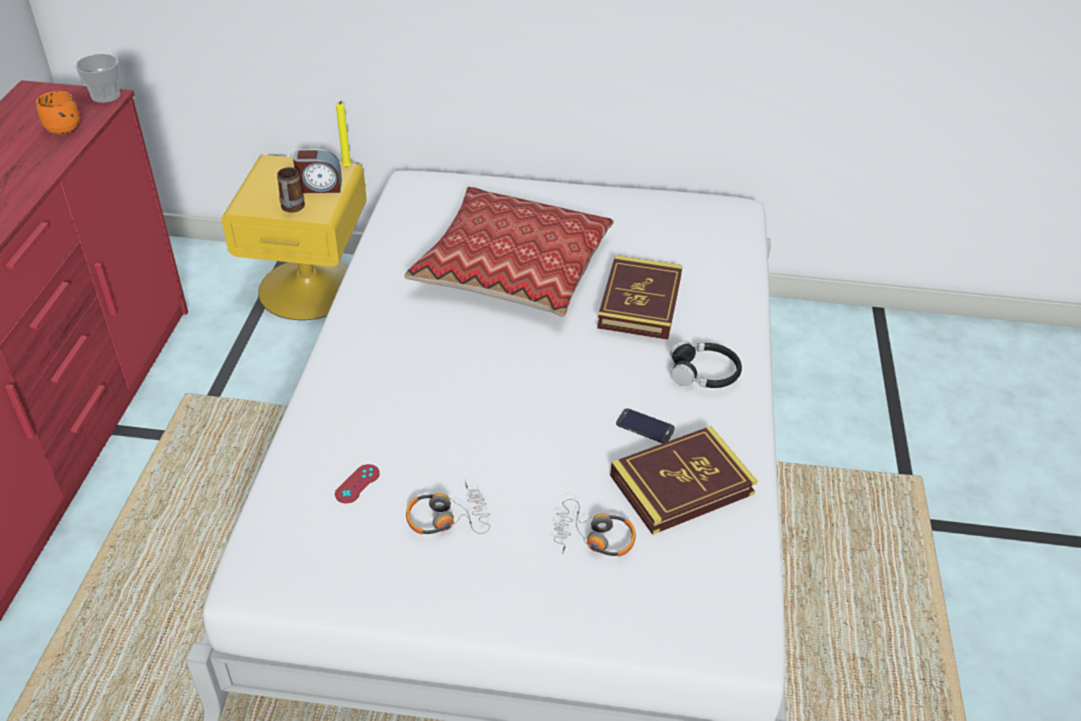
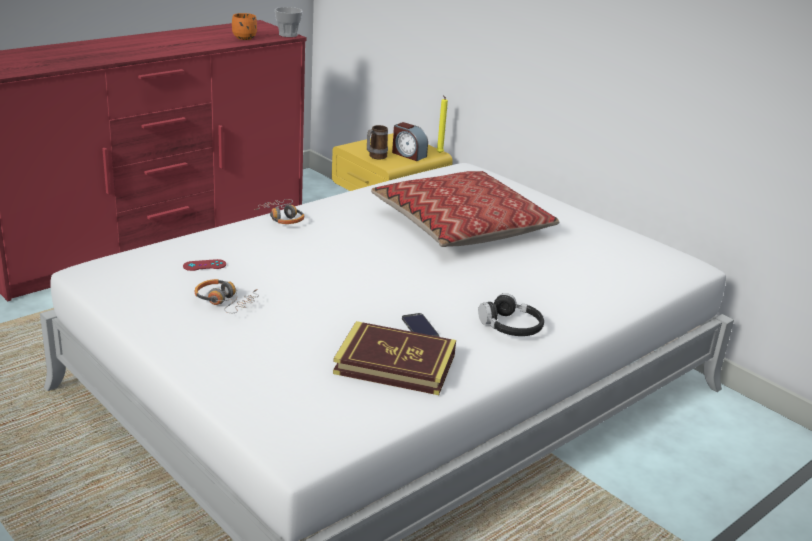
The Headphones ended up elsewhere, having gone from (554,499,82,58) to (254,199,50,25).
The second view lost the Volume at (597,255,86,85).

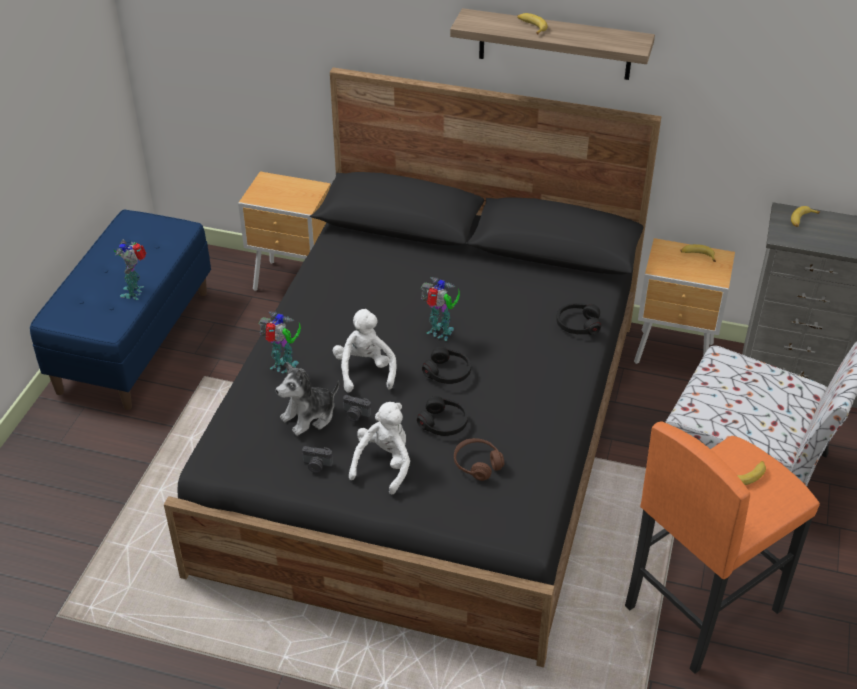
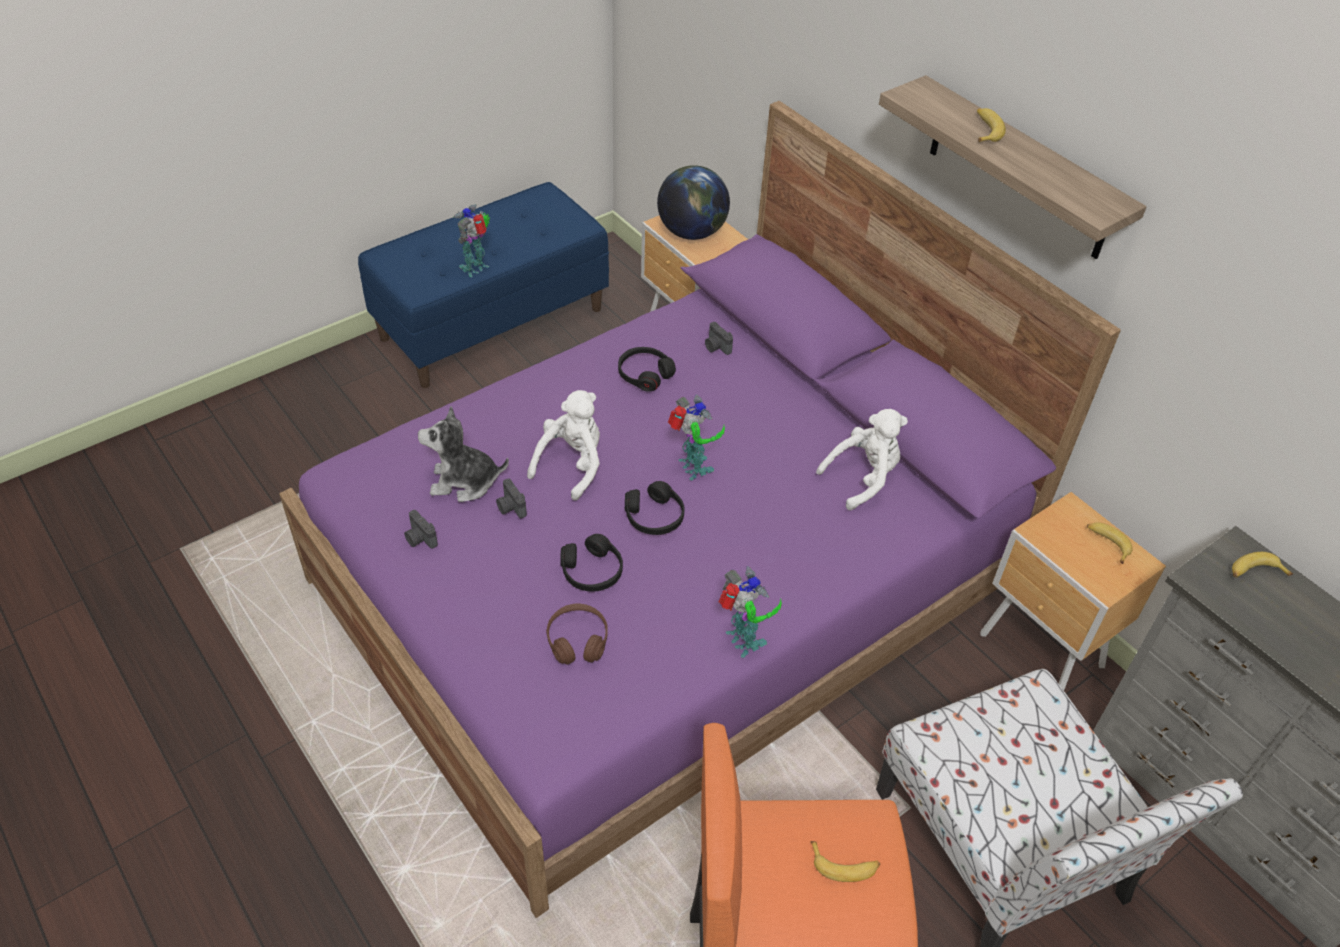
What was the BlackSleepingBed at (164,67,498,600) turned into the PurpleSleepingBed at (279,101,842,817).
The BlackHeadphones ended up elsewhere, having gone from (556,303,45,32) to (618,347,58,45).
The second view gained the WorldGlobe at (657,165,73,75).
The second view gained the StillCamera at (705,322,28,33).
The ToyRobot ended up elsewhere, having gone from (259,311,42,62) to (719,566,63,92).
The WhitishCuddlyToy ended up elsewhere, having gone from (349,402,61,92) to (816,409,92,101).

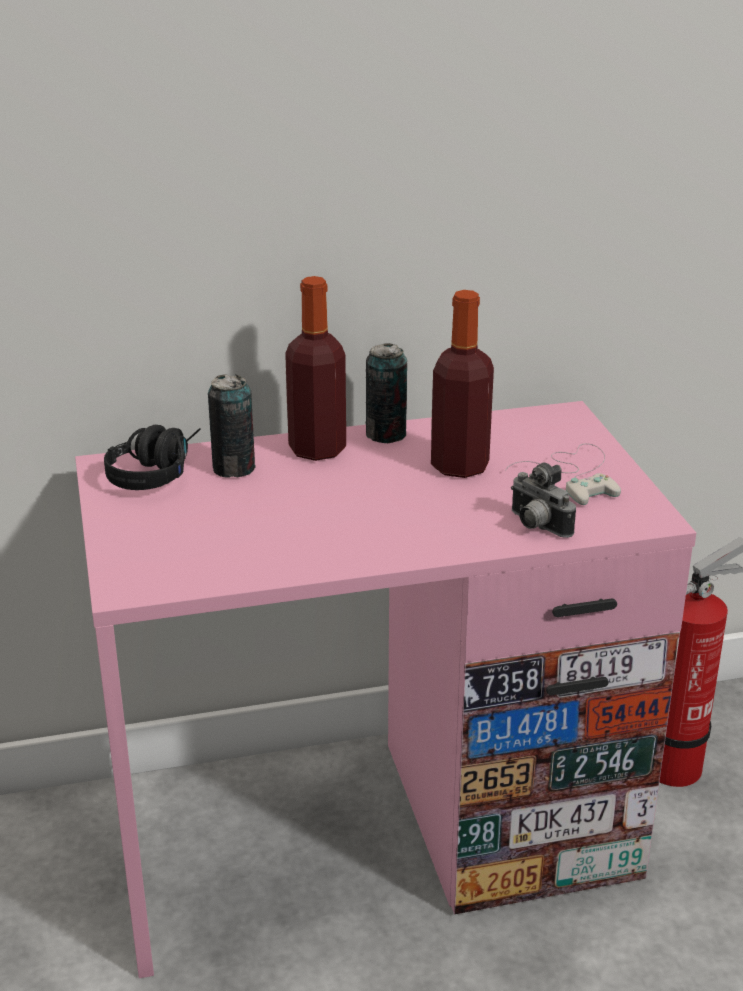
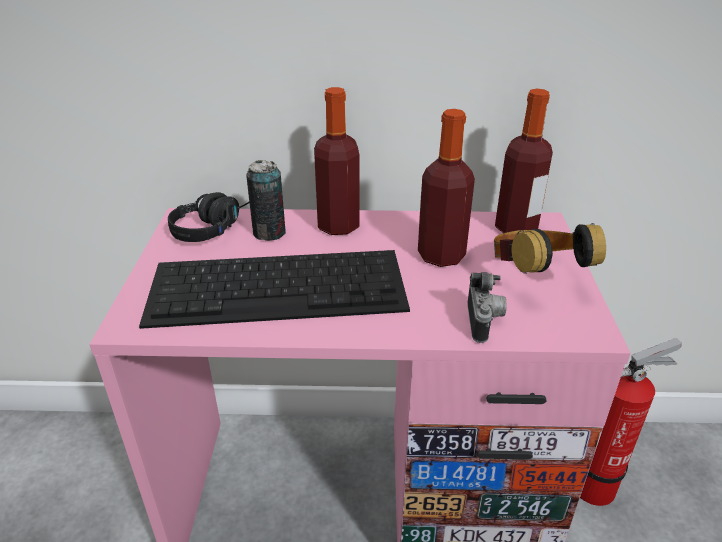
The second view gained the ComputerKeyboard at (139,250,271,79).
The StillCamera at (511,463,65,75) ended up facing another way, 150 degrees counterclockwise from before.
Where the WhitishJoypad stood at (505,443,116,62), the Headphones came to stand at (494,223,112,51).
The second view gained the Bottle at (495,89,58,144).
The second view lost the MetalCan at (366,343,41,100).

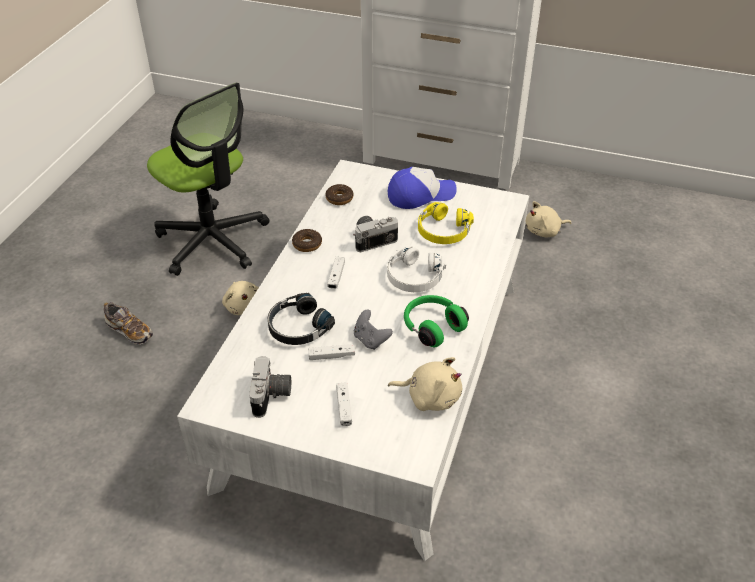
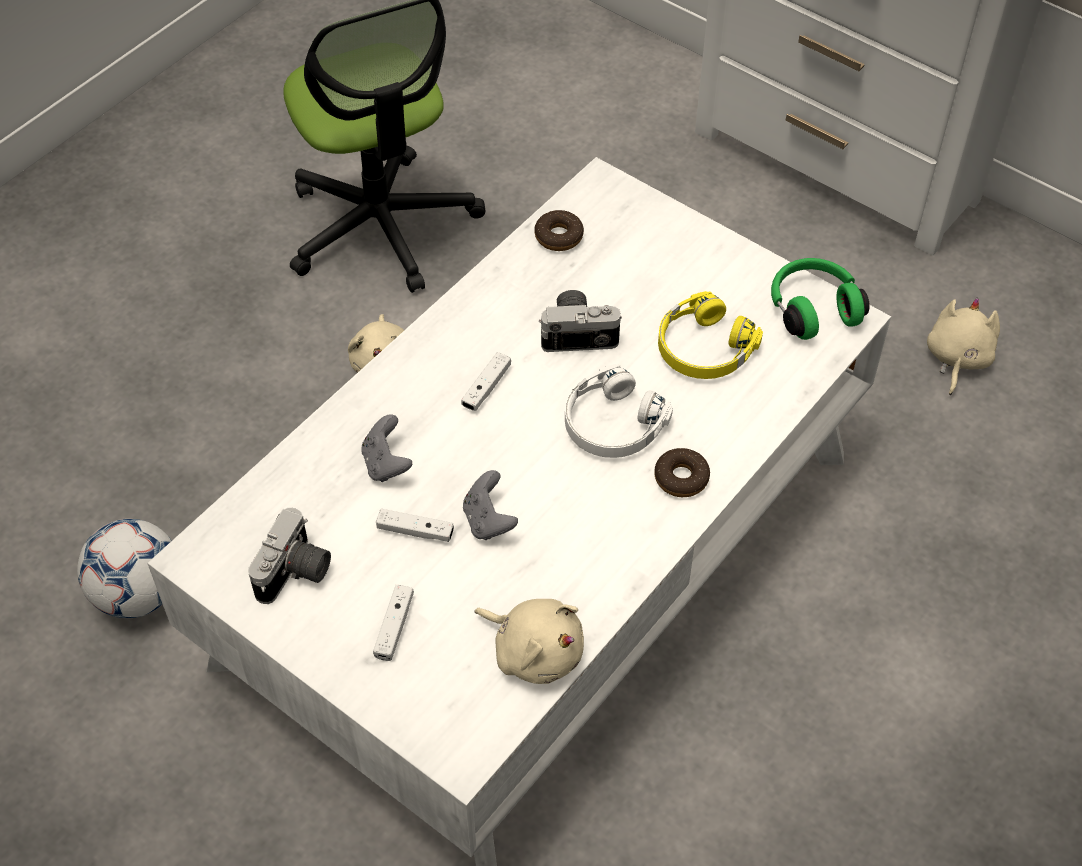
The second view gained the BallForFootball at (77,519,95,99).
Where the BlackHeadphones stood at (268,293,67,52), the GrayJoypad came to stand at (362,414,50,68).
The RingDoughnut ended up elsewhere, having gone from (292,229,30,23) to (654,448,56,49).
The GreenishHeadphones ended up elsewhere, having gone from (404,295,65,52) to (771,258,99,82).
The SandColouredCuddlyToy at (526,201,45,36) ended up facing another way, 105 degrees clockwise from before.
The second view lost the Shoe at (104,302,49,43).
The second view lost the BaseballCap at (388,167,69,42).

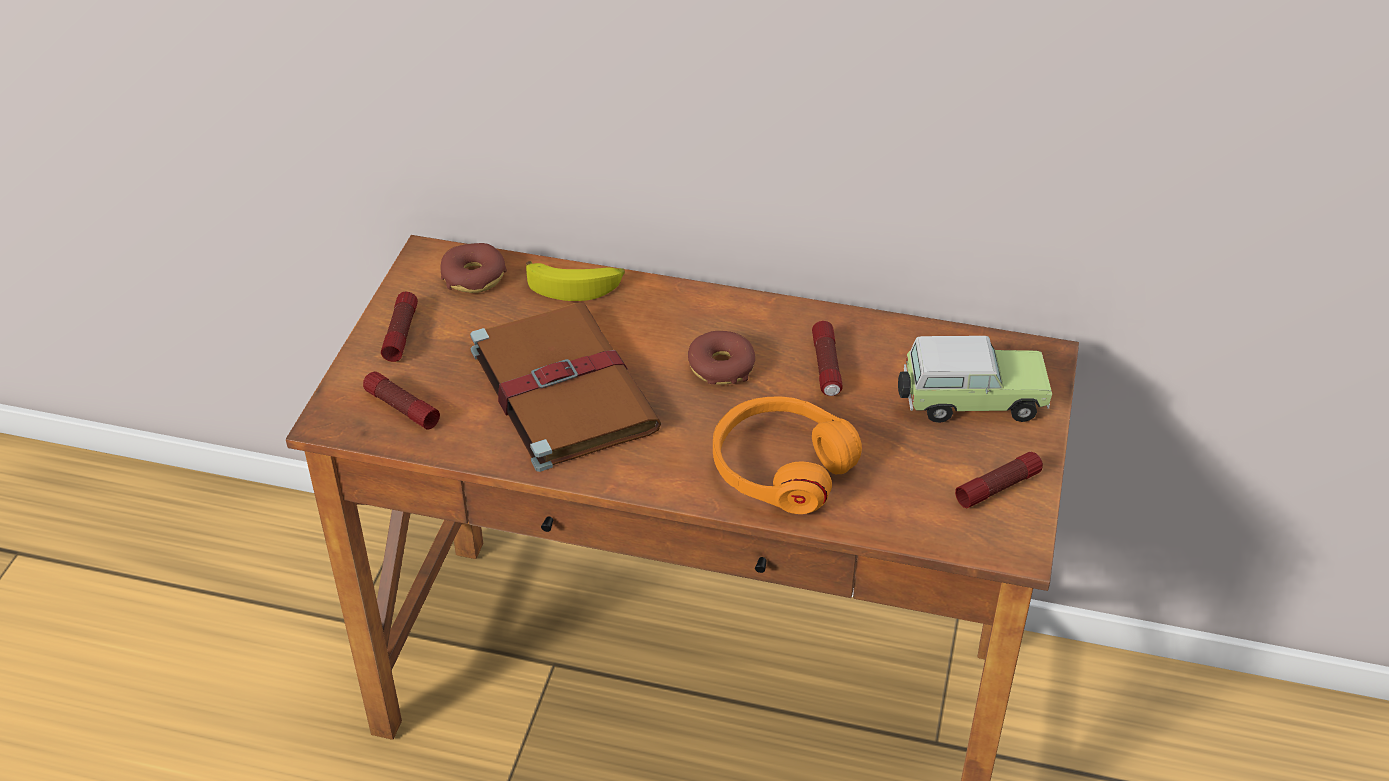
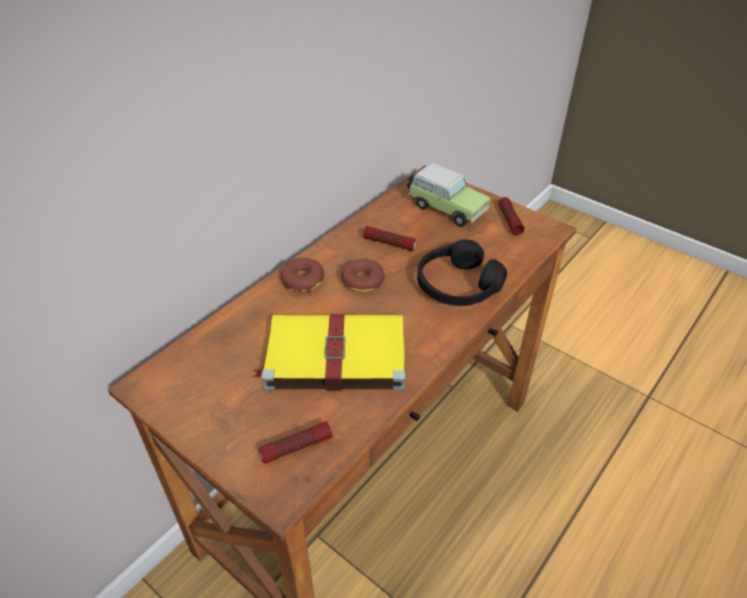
What was the BrownishVolume at (470,302,191,170) turned into the YellowishVolume at (253,314,153,77).
The RingDoughnut ended up elsewhere, having gone from (441,243,66,50) to (281,258,43,35).
The ModelCar at (898,336,154,87) ended up facing another way, 105 degrees clockwise from before.
What was the OrangeHeadphones at (713,397,149,117) turned into the BlackHeadphones at (417,239,90,67).
The second view lost the Flashlight at (381,292,37,70).
The second view lost the BananaFruit at (526,261,99,40).

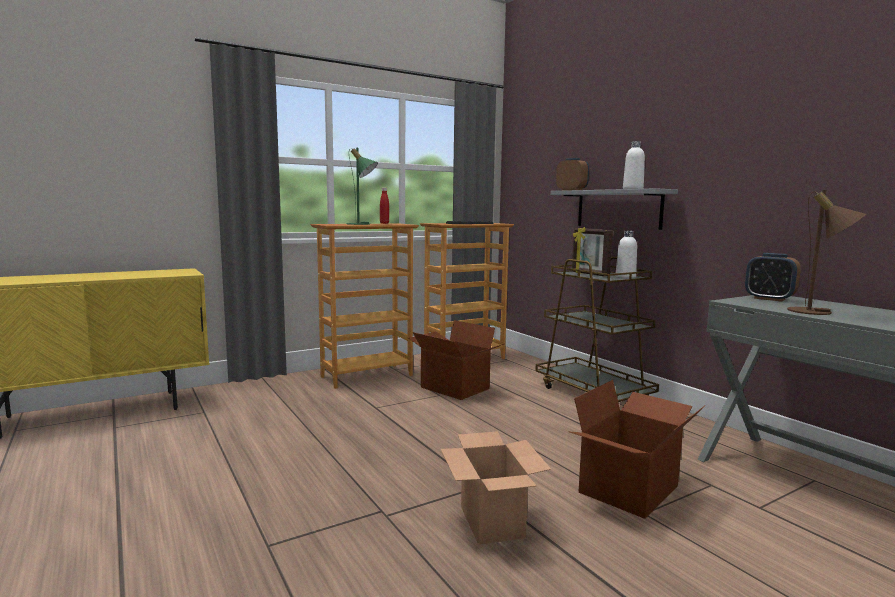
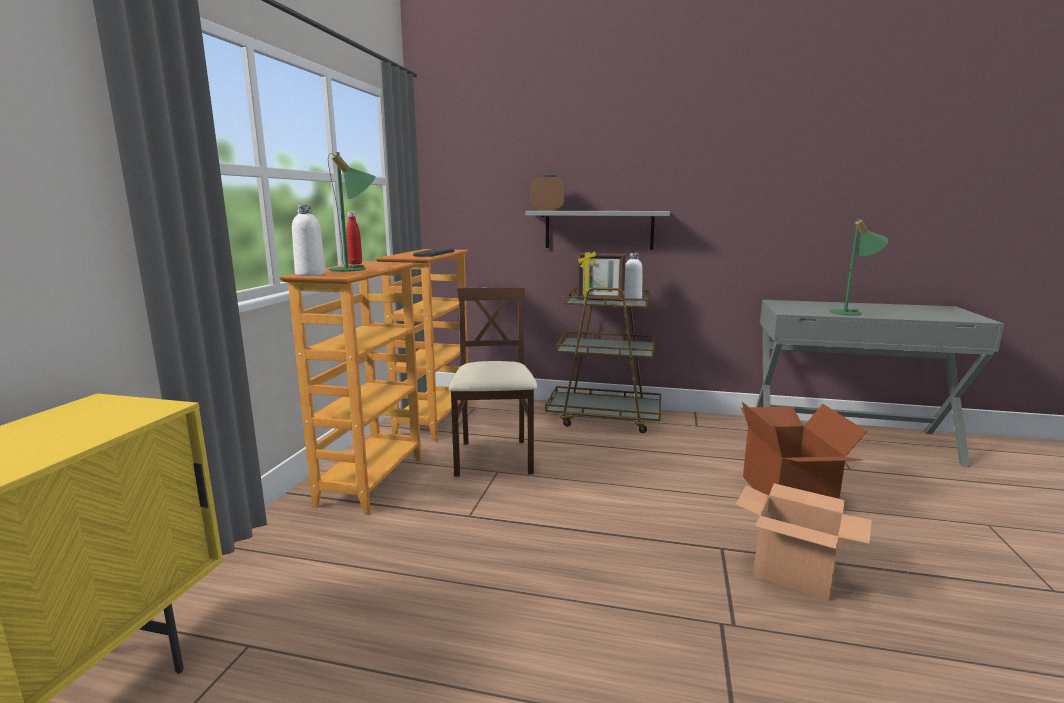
The WhitishBottle ended up elsewhere, having gone from (623,141,22,48) to (292,205,34,71).
Where the CardboardBox stood at (409,320,95,80), the SandColouredPlainChair came to stand at (449,287,88,190).
What was the BrownishLampForATable at (787,190,79,125) turned into the GreenishLampForATable at (829,218,59,98).
The second view lost the TableClock at (745,253,56,49).

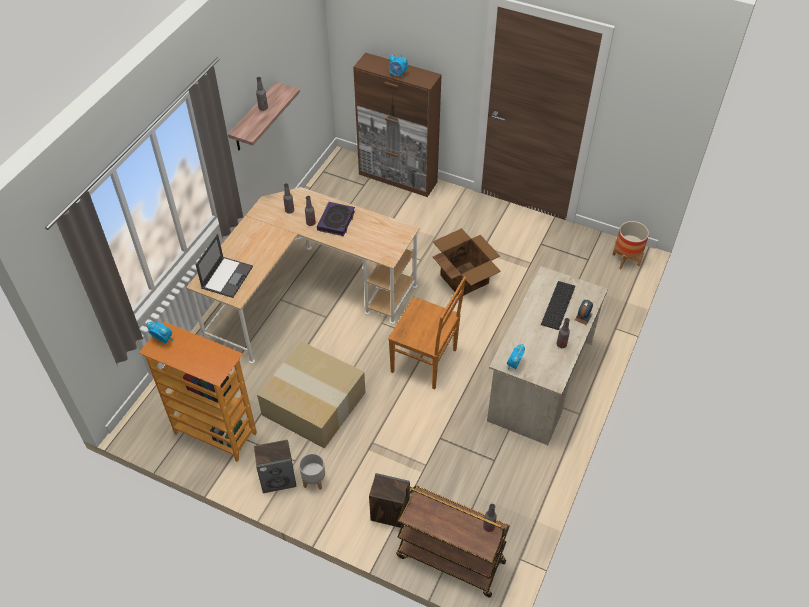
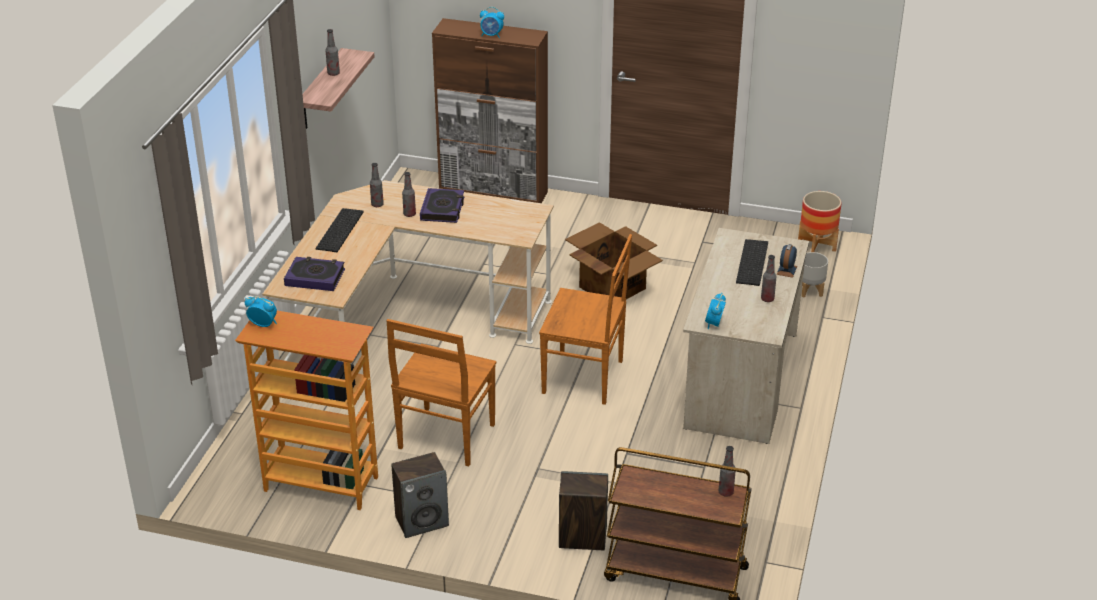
Where the Laptop stood at (196,234,57,64), the Volume came to stand at (284,257,61,34).
The second view gained the ComputerKeyboard at (316,208,47,44).
Where the CardboardBox stood at (257,341,109,108), the BrownishPlainChair came to stand at (386,319,110,147).
The GrayFlowerPot ended up elsewhere, having gone from (299,453,26,37) to (802,252,26,45).

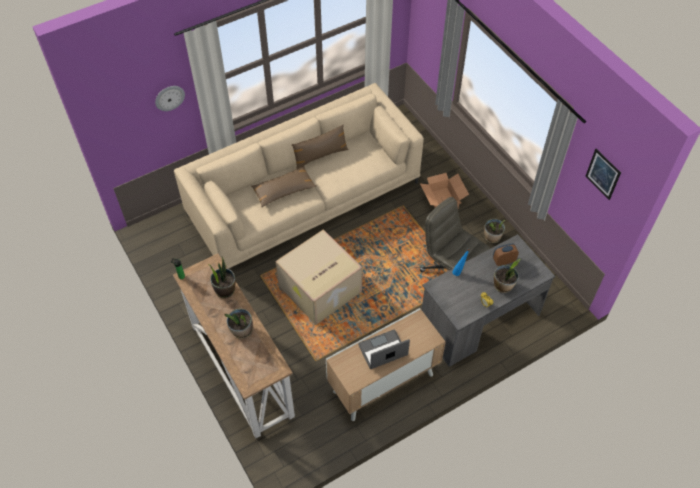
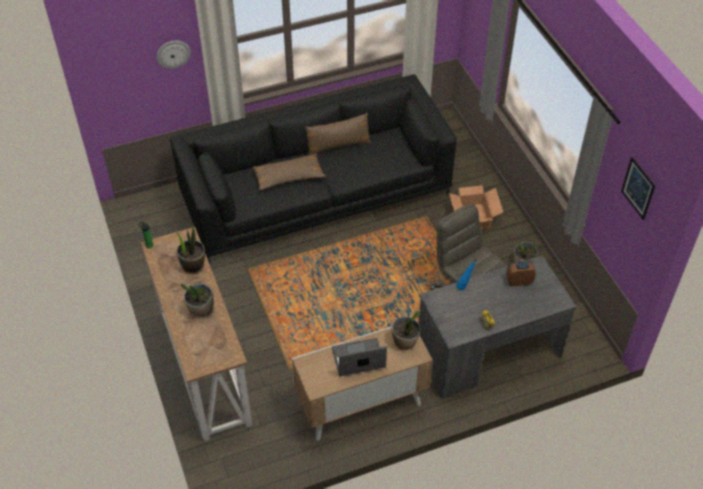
What was the SandColouredCouch at (174,83,250,186) turned into the BlackCouch at (170,74,287,190).
The PottedPlant ended up elsewhere, having gone from (494,259,26,34) to (392,310,29,40).
The second view lost the CardboardBox at (275,229,87,96).

